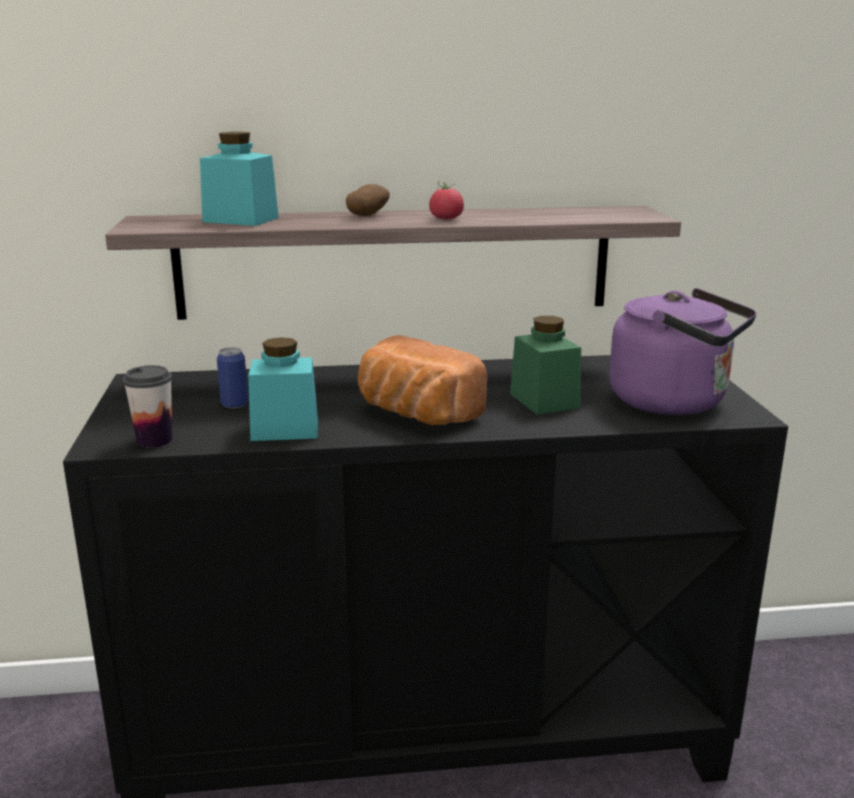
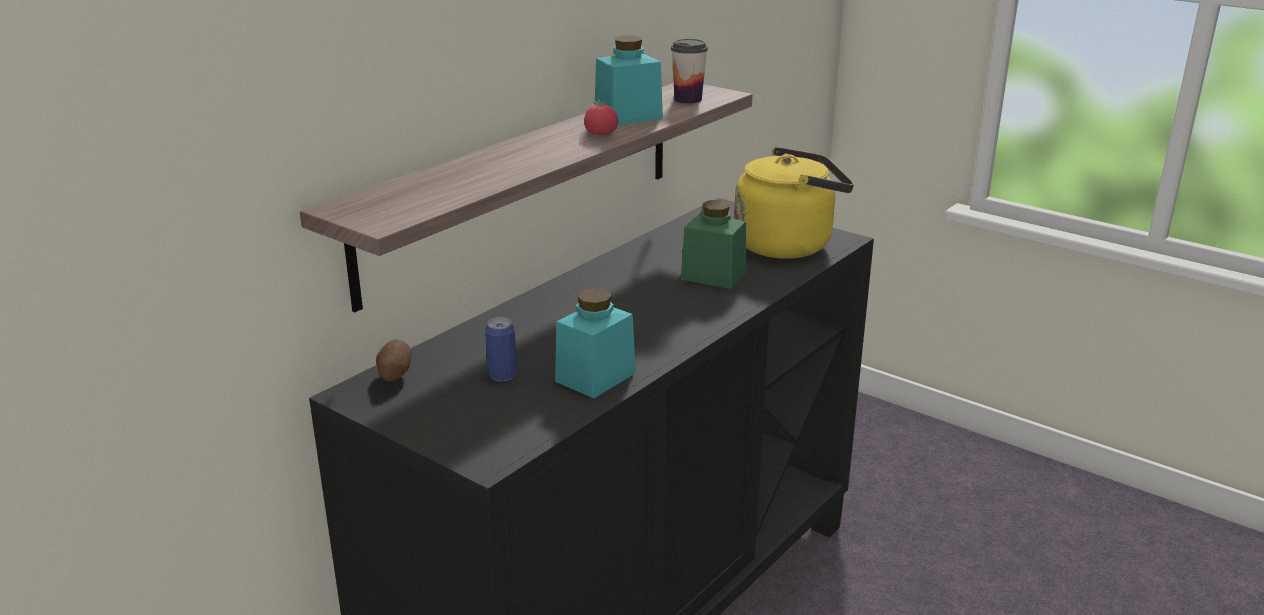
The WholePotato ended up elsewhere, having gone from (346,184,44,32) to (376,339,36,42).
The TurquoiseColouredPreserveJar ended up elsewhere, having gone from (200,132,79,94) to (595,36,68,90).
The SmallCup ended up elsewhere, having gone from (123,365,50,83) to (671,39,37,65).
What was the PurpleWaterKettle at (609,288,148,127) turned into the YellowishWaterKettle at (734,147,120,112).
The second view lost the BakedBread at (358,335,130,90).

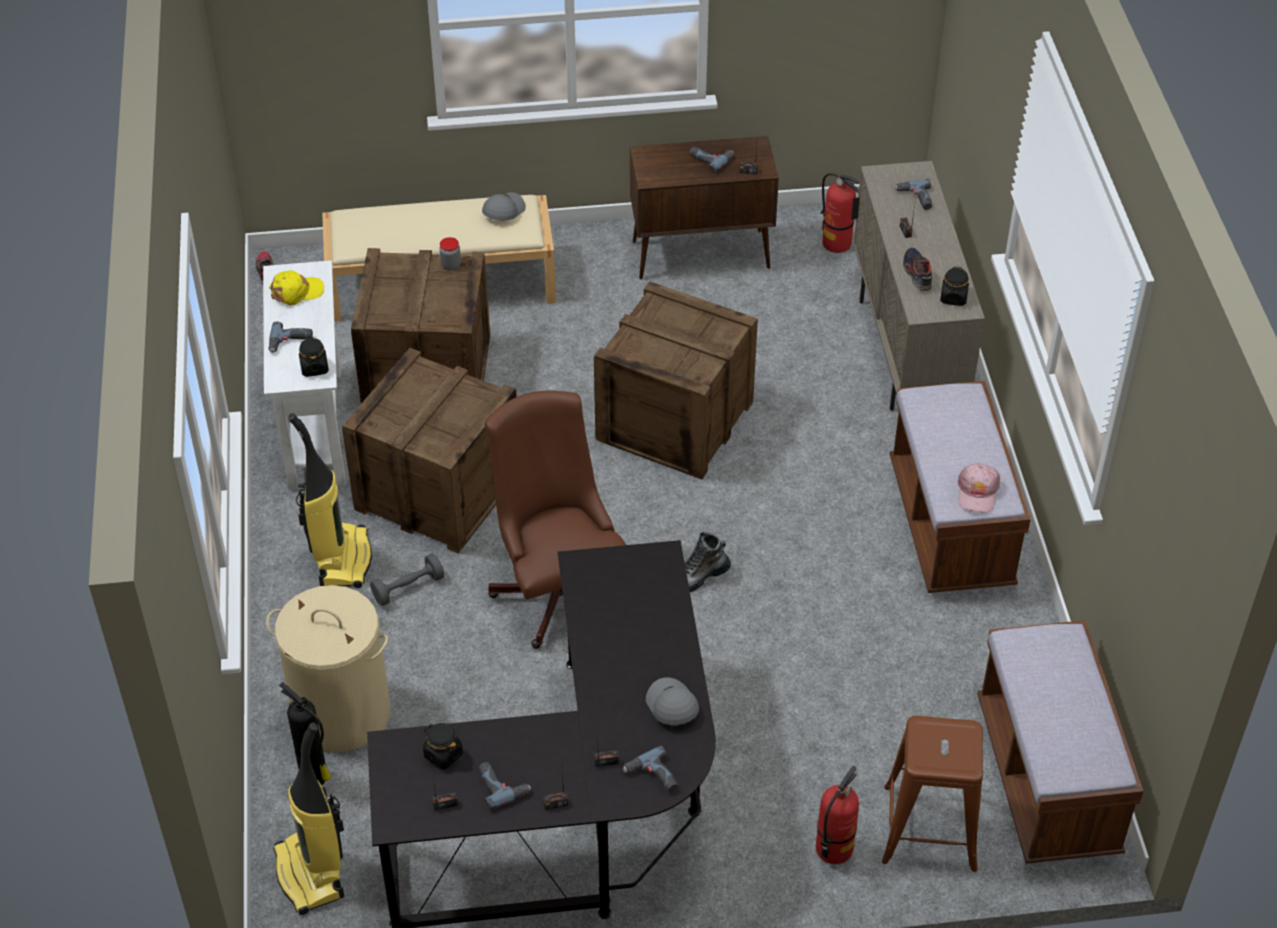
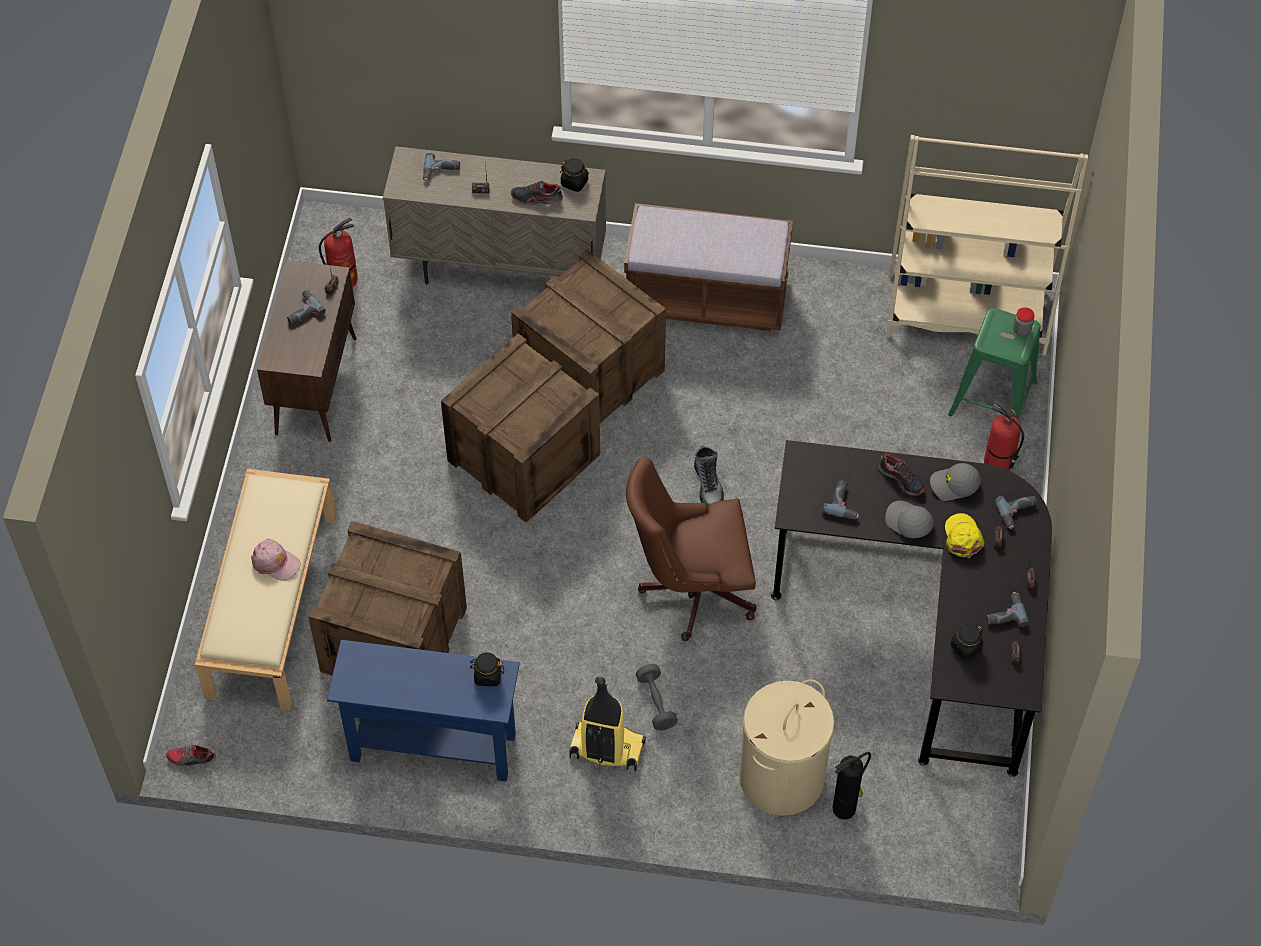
The PinkishBaseballCap ended up elsewhere, having gone from (958,464,42,49) to (251,539,49,42).
What was the WhitishNarrowTable at (263,260,83,230) turned into the BlueNarrowTable at (327,640,193,141).
The ShippingCrate ended up elsewhere, having gone from (342,348,175,206) to (511,250,155,173).
The PowerDrill ended up elsewhere, having gone from (268,321,45,32) to (822,481,37,39).
The second view gained the Shoe at (878,453,47,43).
The GrayBaseballCap ended up elsewhere, having gone from (482,192,44,29) to (885,500,49,38).
Where the BrownishIndoorBench stood at (977,620,166,244), the SandColouredBookcase came to stand at (886,135,202,220).
The YellowishBaseballCap ended up elsewhere, having gone from (269,270,55,35) to (945,513,40,45).
What was the BrownishStool at (882,716,101,156) turned into the GreenishStool at (948,308,93,112).
The PreserveJar ended up elsewhere, having gone from (439,237,22,33) to (1013,307,21,29).
The second view lost the Hoover at (273,722,71,193).

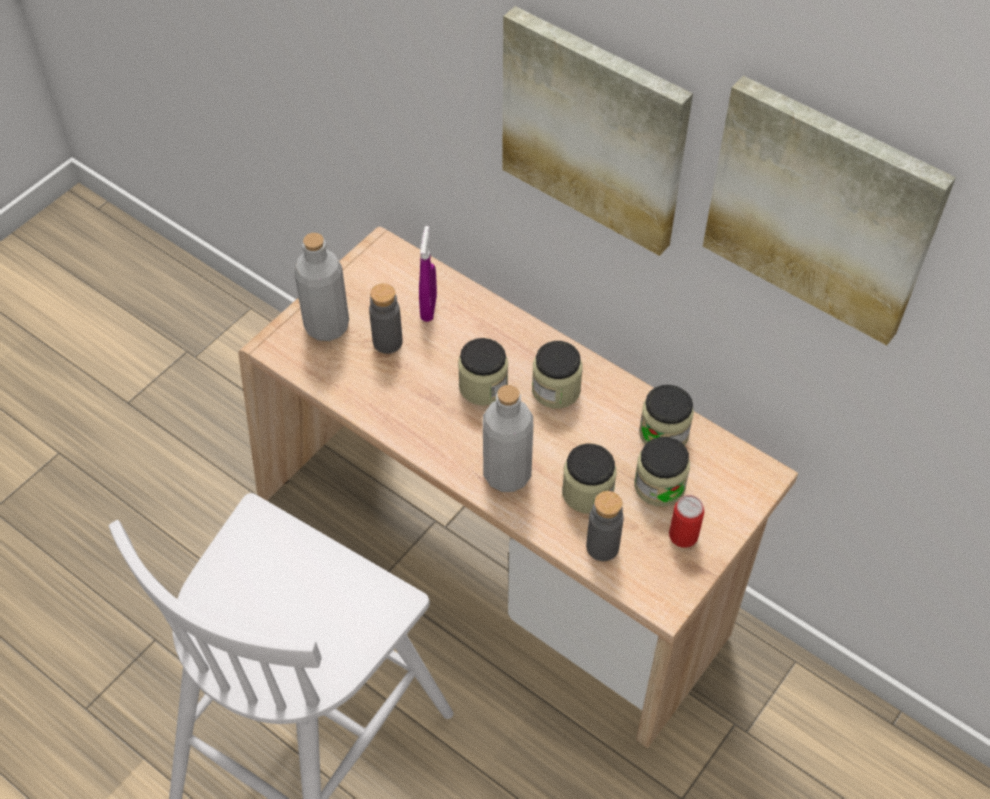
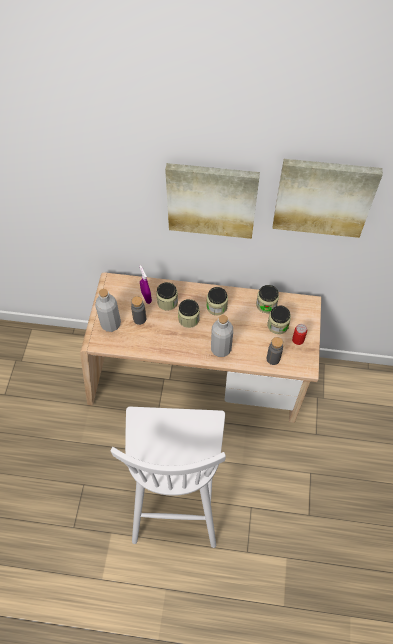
The PreserveJar ended up elsewhere, having gone from (562,443,55,71) to (156,282,22,29).

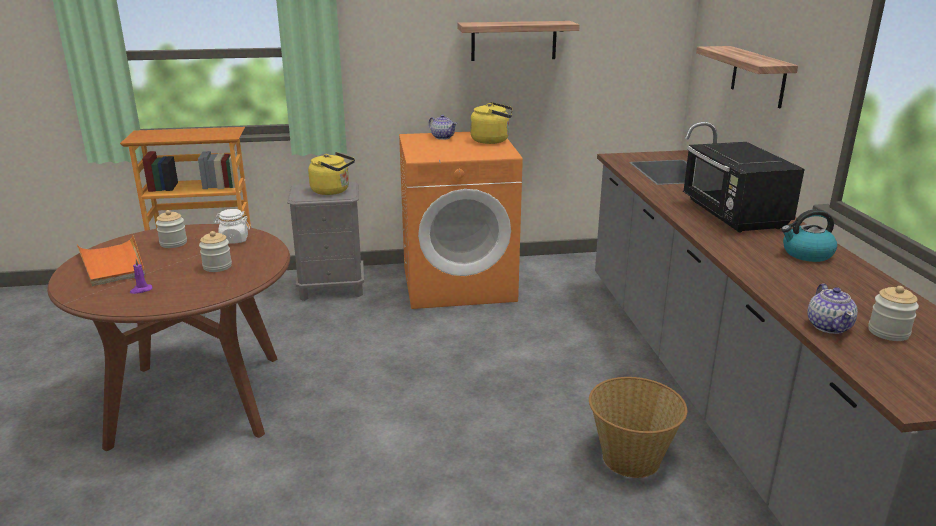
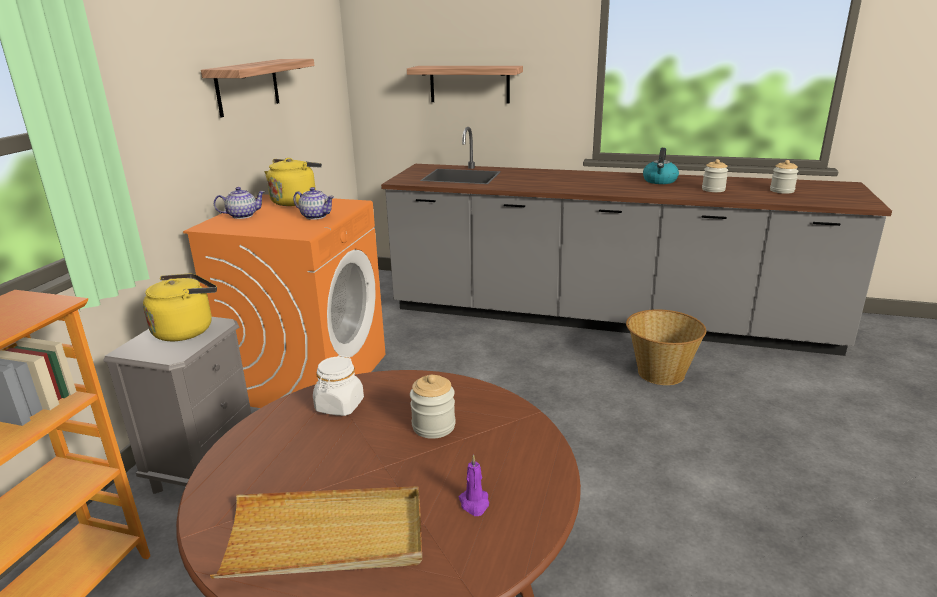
What was the OrangeServingTray at (77,235,68,51) turned into the SandColouredServingTray at (210,486,212,93).
The PotForTea ended up elsewhere, having gone from (807,283,51,51) to (293,187,41,33).
The PreserveJar ended up elsewhere, having gone from (156,210,31,38) to (702,159,26,33).
The second view lost the BlackMicrowave at (683,142,122,90).

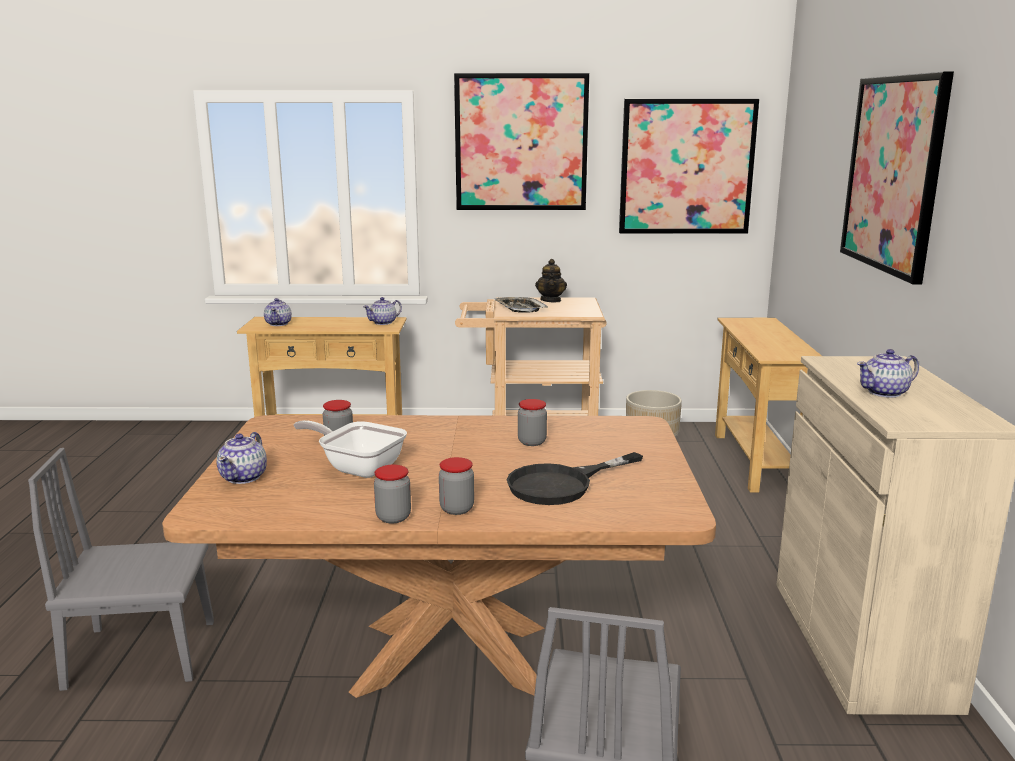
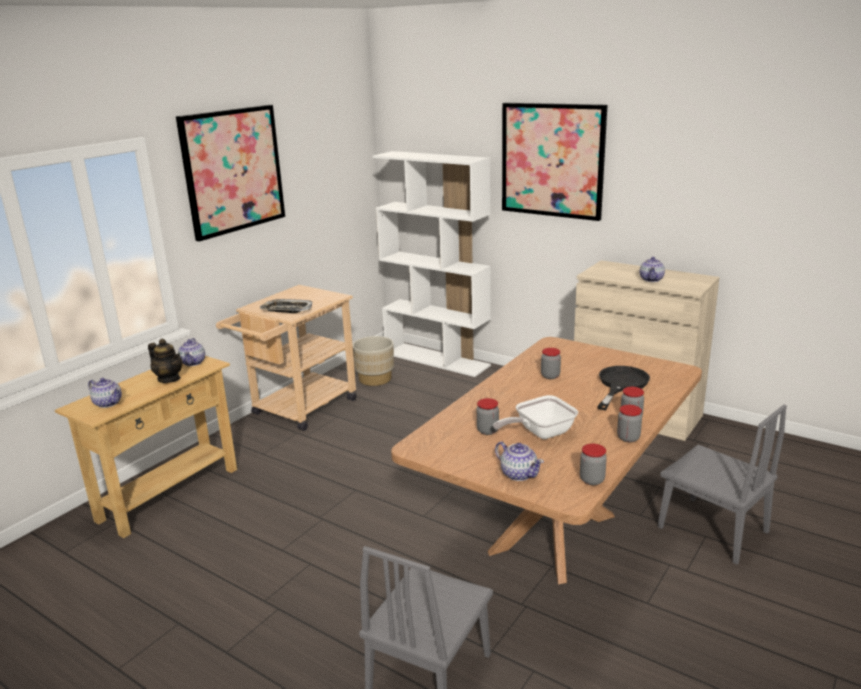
The PotForTea ended up elsewhere, having gone from (535,259,32,43) to (148,339,34,44).
Where the SandColouredNarrowTable stood at (715,318,107,174), the WhitishBookcase came to stand at (373,151,118,226).
The second view gained the PreserveJar at (580,444,27,41).
The BlackFryingPan at (507,452,136,53) ended up facing another way, 150 degrees counterclockwise from before.
The second view lost the WallArt at (619,99,140,135).

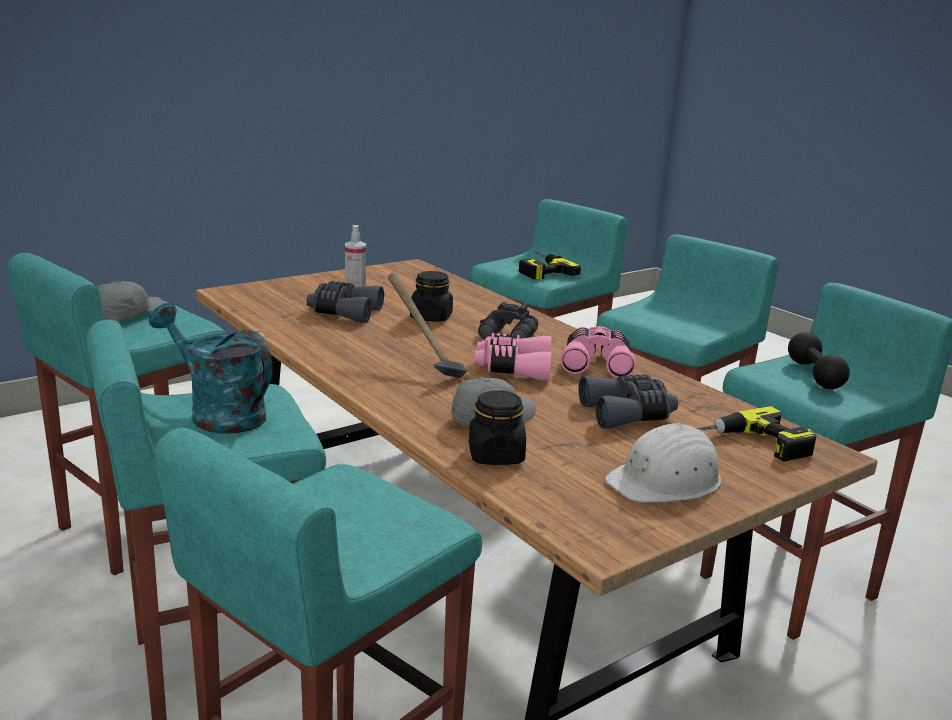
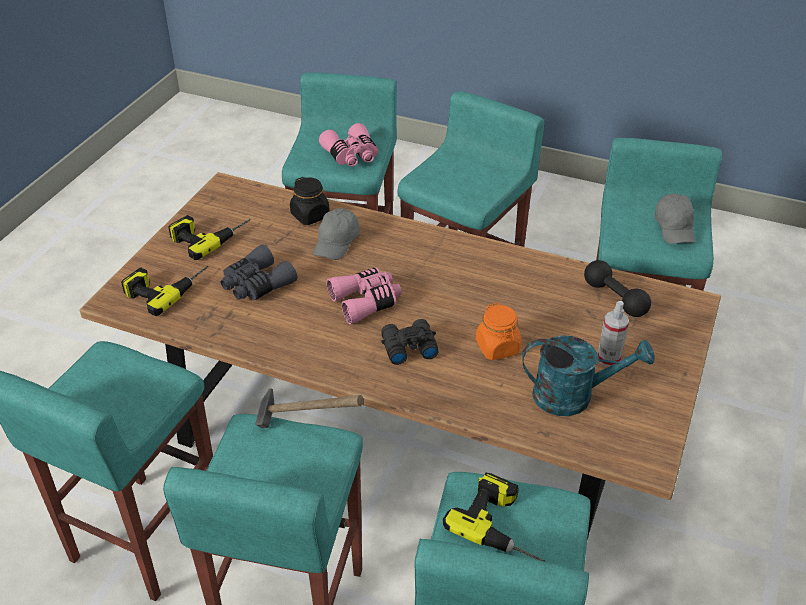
Where the WhitishWorkHelmet stood at (605,423,116,80), the PowerDrill came to stand at (168,215,83,45).
The ToolHammer ended up elsewhere, having gone from (388,273,79,105) to (255,388,109,40).
The PinkishBinoculars ended up elsewhere, having gone from (561,326,75,52) to (319,123,59,43).
What was the BlackPreserveJar at (410,271,43,51) turned into the OrangePreserveJar at (476,303,45,57).
The TurquoiseColouredSprinklingCan ended up elsewhere, having gone from (149,303,124,131) to (522,335,133,81).
The BlackHandWeight ended up elsewhere, having gone from (788,332,62,57) to (584,260,67,57).
The second view lost the GrayBinoculars at (306,281,78,42).

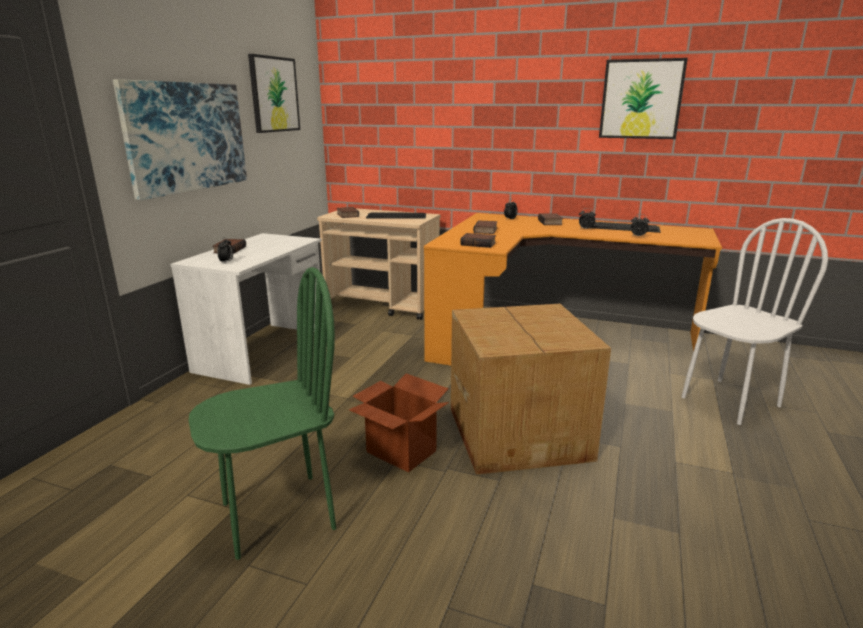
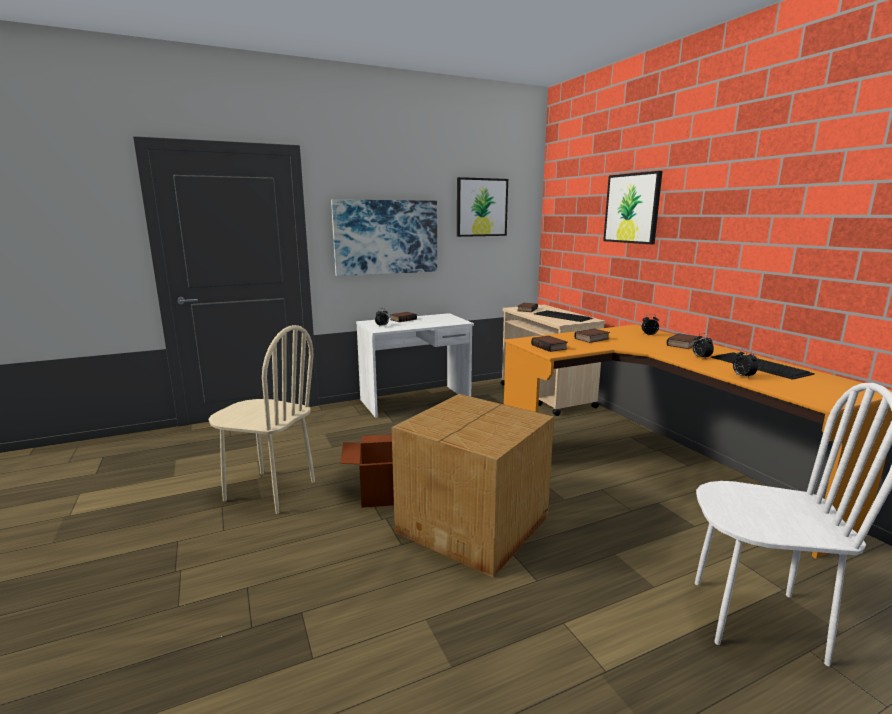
What was the GreenishPlainChair at (188,267,148,293) turned into the SandColouredPlainChair at (208,325,107,189).
The WallArt ended up elsewhere, having gone from (599,58,89,81) to (603,171,59,73).

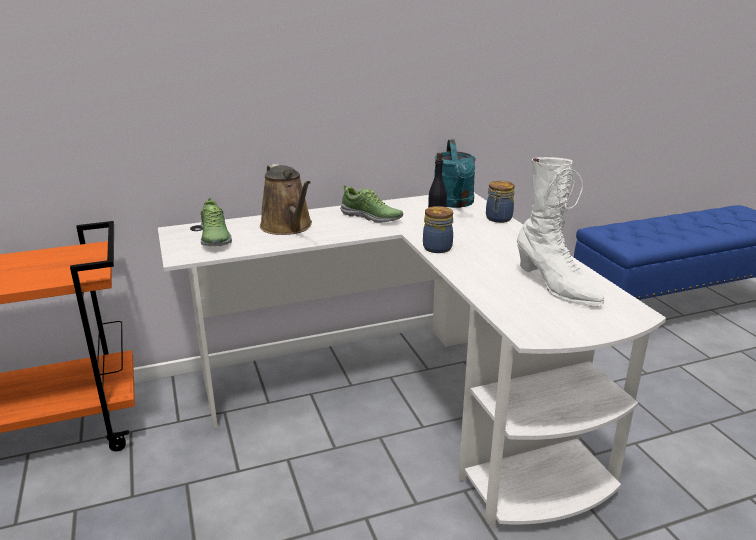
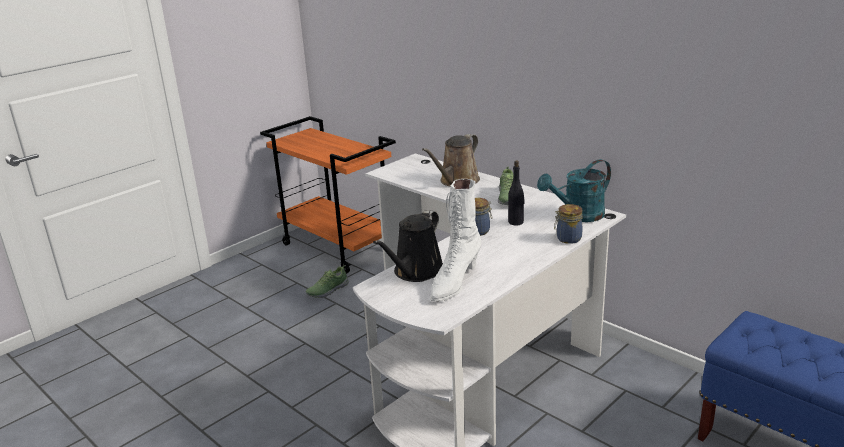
The Shoe ended up elsewhere, having gone from (201,198,31,48) to (306,265,43,33).
The second view gained the BlackSprinklingCan at (373,210,70,72).

